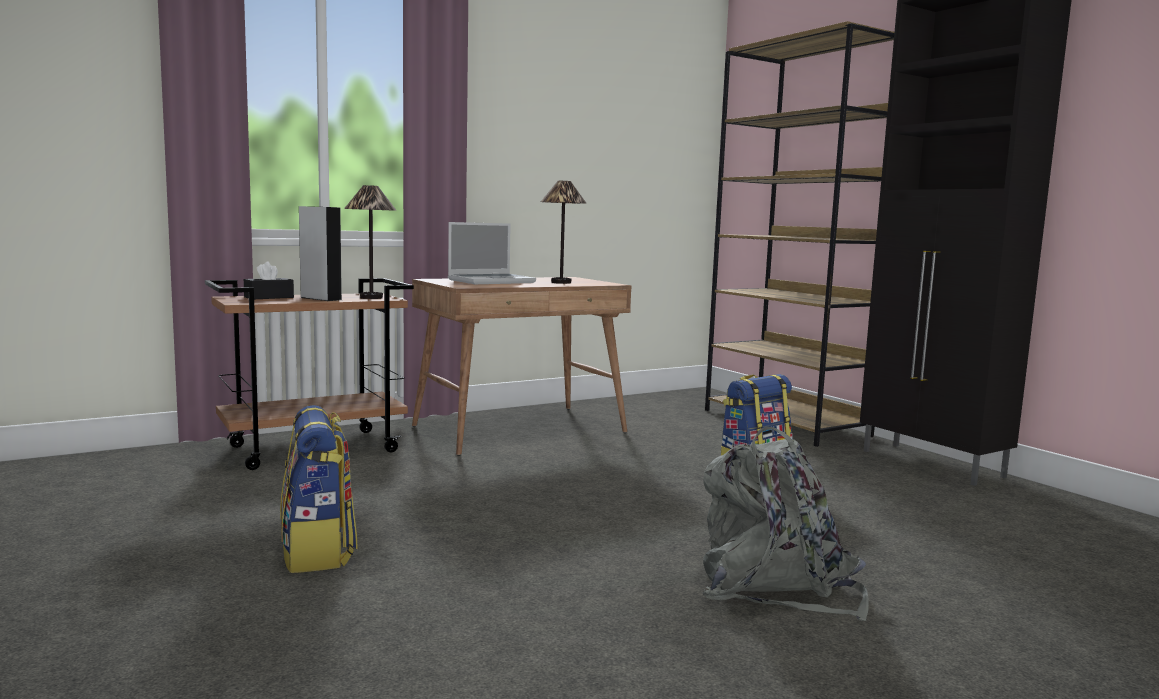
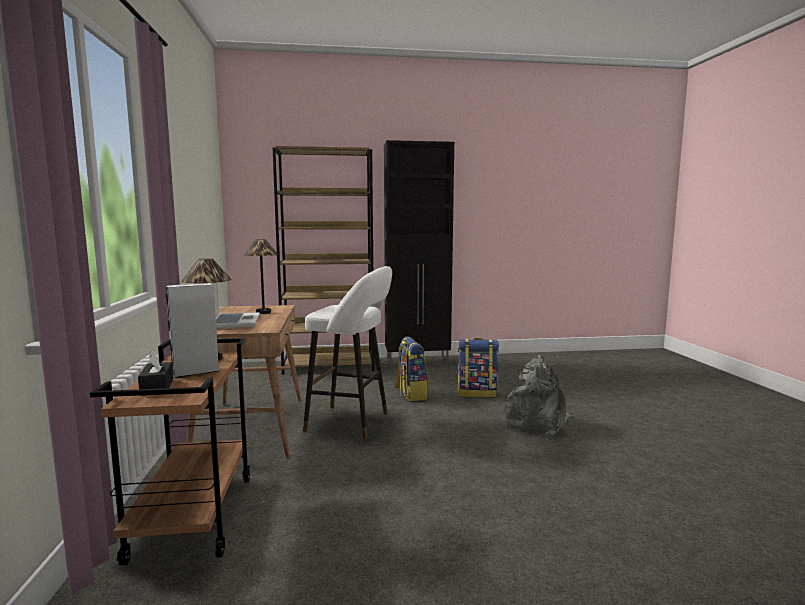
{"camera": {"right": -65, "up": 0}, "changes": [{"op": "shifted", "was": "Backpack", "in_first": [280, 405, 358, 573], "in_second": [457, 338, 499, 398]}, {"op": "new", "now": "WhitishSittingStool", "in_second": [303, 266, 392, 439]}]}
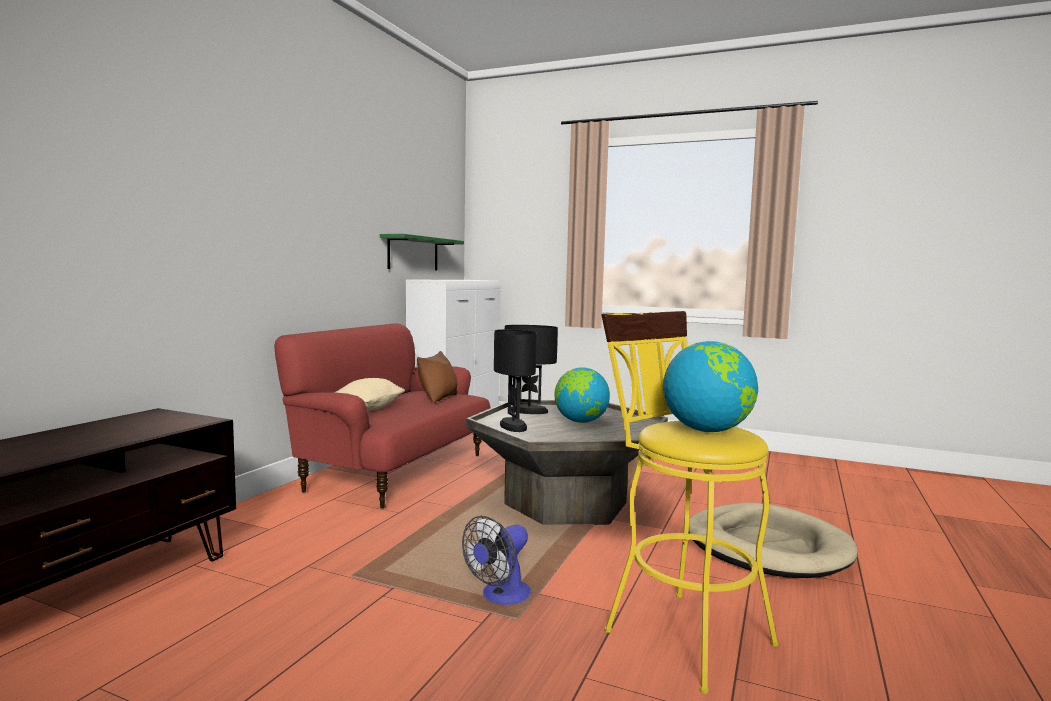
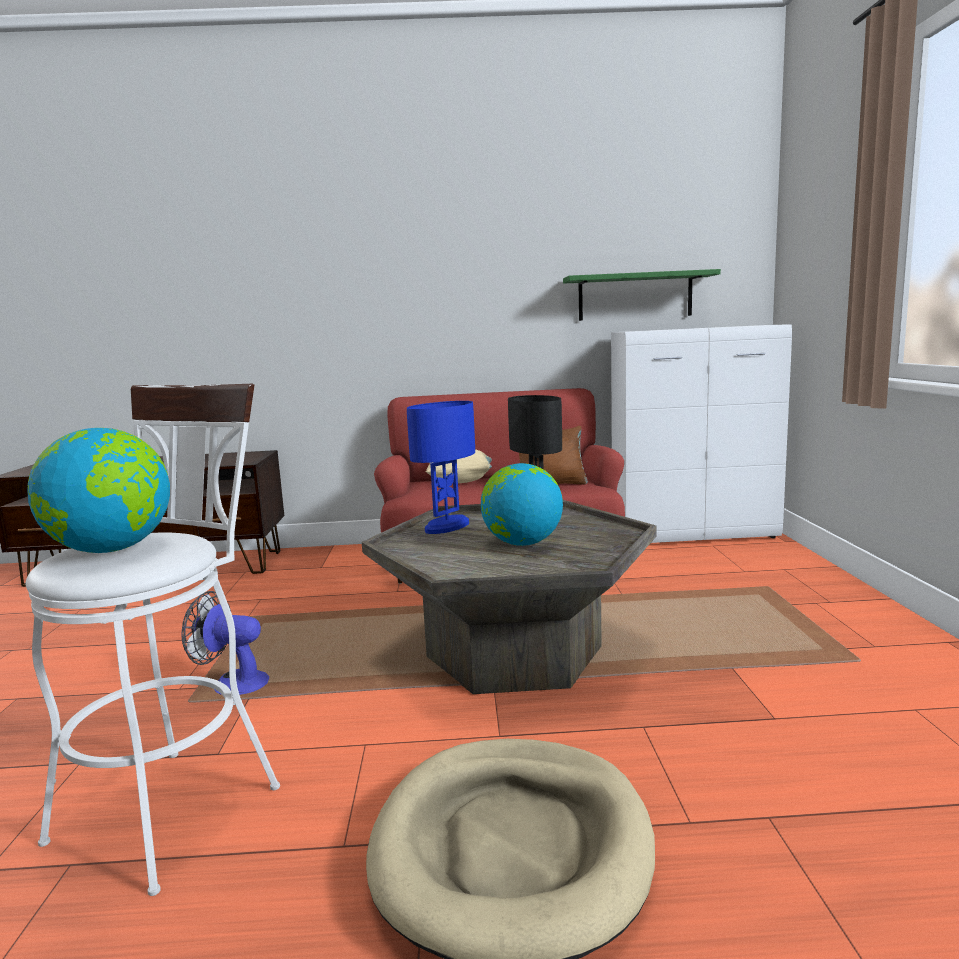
{"camera": {"right": 65, "up": 5}, "changes": [{"op": "repainted", "was": "BlackishTableLamp", "now": "BlueTableLamp", "in_first": [494, 329, 537, 432], "in_second": [407, 401, 475, 534]}, {"op": "repainted", "was": "YellowColouredSittingStool", "now": "WhitishSittingStool", "in_first": [601, 311, 779, 694], "in_second": [26, 384, 280, 896]}]}
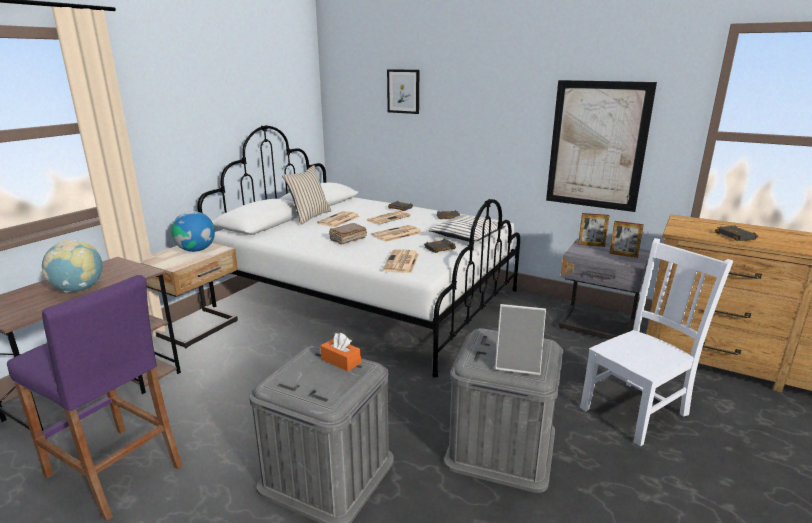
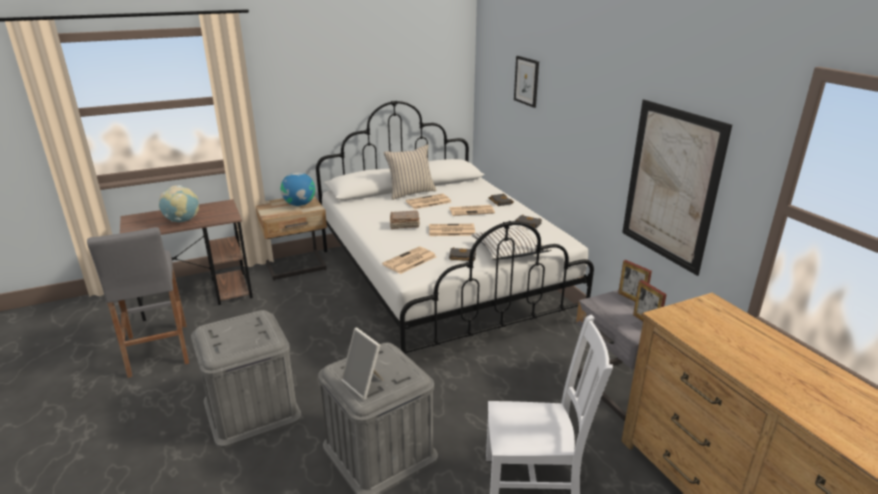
{"camera": {"right": 35, "up": 5}, "changes": [{"op": "repainted", "was": "PurplishSittingStool", "now": "GraySittingStool", "in_first": [7, 275, 183, 521], "in_second": [87, 227, 189, 378]}, {"op": "gone", "was": "OrangeyBoxOfTissues", "in_first": [320, 333, 361, 371]}, {"op": "gone", "was": "BlackishBook", "in_first": [715, 225, 758, 241]}]}
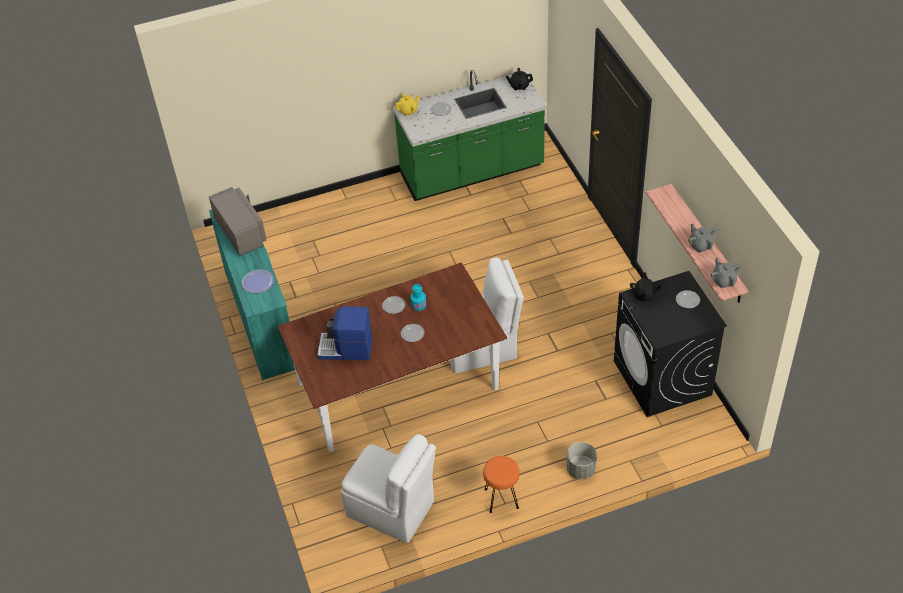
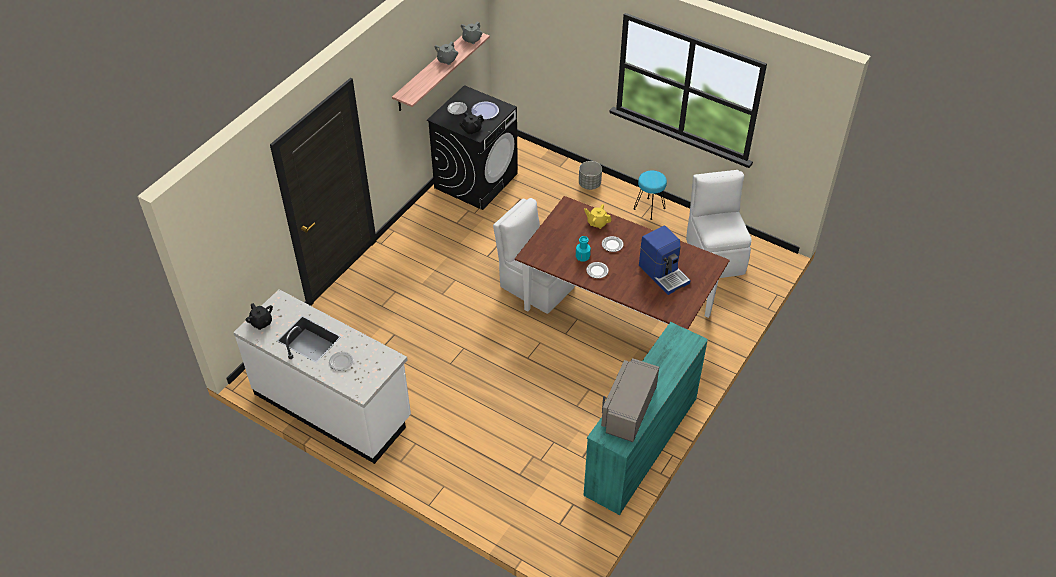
{"camera": {"right": -130, "up": 0}, "changes": [{"op": "shifted", "was": "DinnerPlate", "in_first": [242, 269, 274, 294], "in_second": [471, 102, 499, 119]}, {"op": "repainted", "was": "GreenishKitchenCounter", "now": "WhitishKitchenCounter", "in_first": [393, 70, 547, 201], "in_second": [233, 289, 411, 464]}, {"op": "shifted", "was": "YellowColouredTeaPot", "in_first": [395, 93, 420, 116], "in_second": [584, 204, 612, 229]}, {"op": "repainted", "was": "OrangeySittingStool", "now": "BlueGreenSittingStool", "in_first": [483, 456, 520, 513], "in_second": [634, 170, 667, 220]}]}
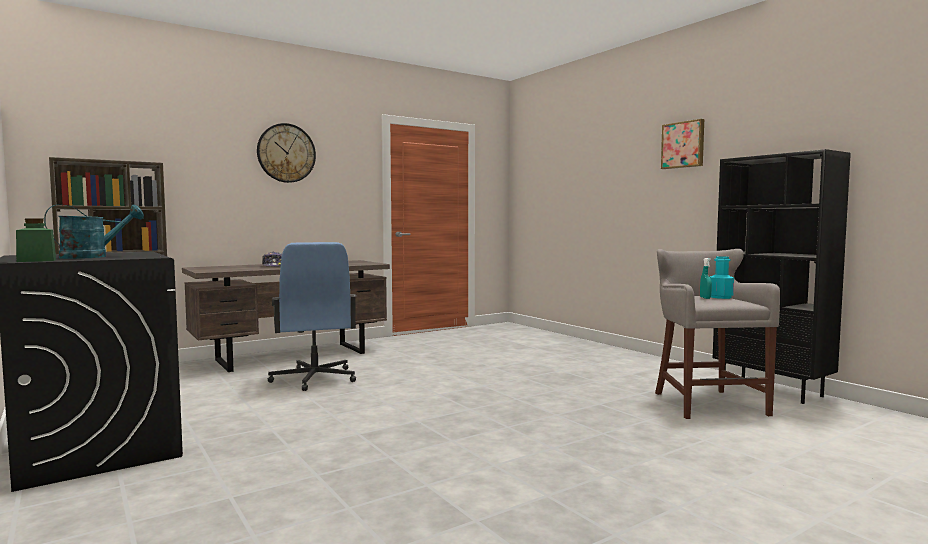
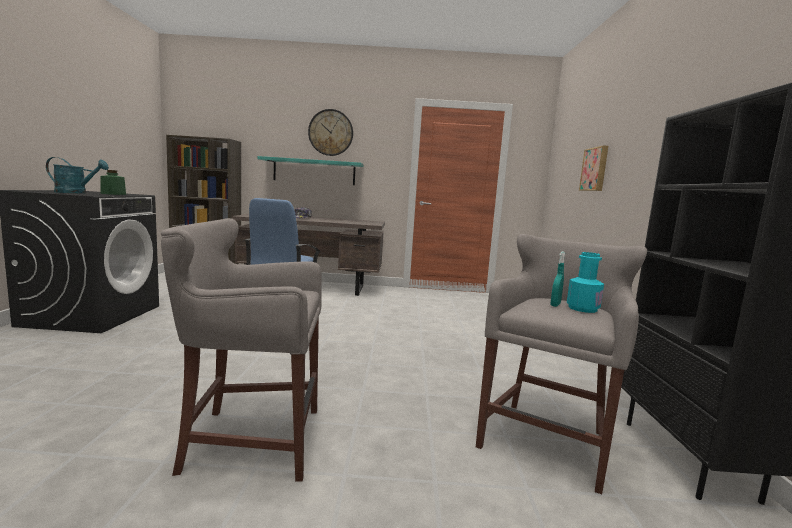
{"camera": {"right": 35, "up": 5}, "changes": [{"op": "shifted", "was": "GreenishPreserveJar", "in_first": [16, 219, 56, 262], "in_second": [100, 170, 126, 195]}, {"op": "shifted", "was": "WallArt", "in_first": [661, 119, 704, 169], "in_second": [579, 146, 608, 191]}, {"op": "new", "now": "GraySittingStool", "in_second": [161, 218, 322, 482]}, {"op": "new", "now": "BlueGreenShelf", "in_second": [257, 156, 364, 185]}]}
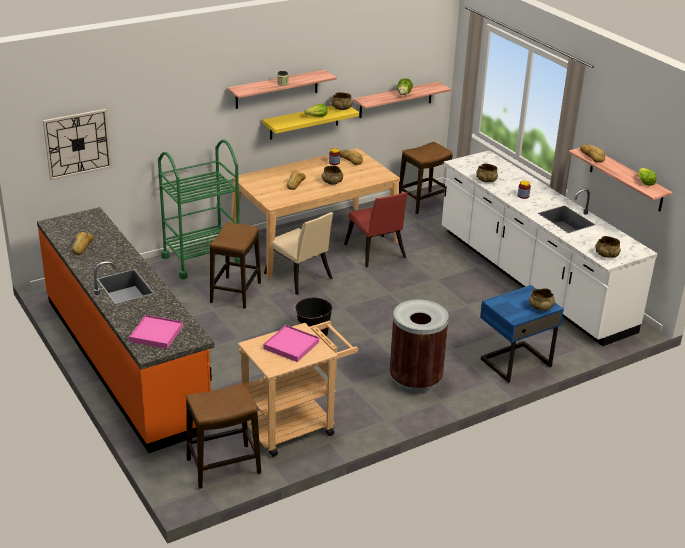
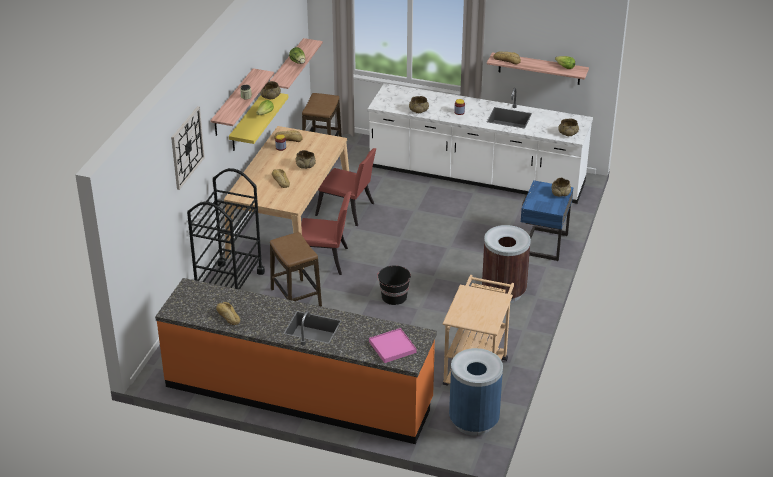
{"camera": {"right": -40, "up": 5}, "changes": [{"op": "shifted", "was": "HangingClock", "in_first": [43, 109, 112, 180], "in_second": [171, 106, 205, 190]}, {"op": "repainted", "was": "GreenishWheeledCart", "now": "BlackishWheeledCart", "in_first": [158, 140, 240, 279], "in_second": [187, 168, 265, 290]}, {"op": "swapped", "was": "SittingStool", "now": "BlueWasteBin", "in_first": [186, 383, 261, 489], "in_second": [449, 348, 503, 436]}, {"op": "gone", "was": "PinkColouredCarryingTray", "in_first": [263, 325, 319, 362]}, {"op": "repainted", "was": "BeigeUprightChair", "now": "RedColouredUprightChair", "in_first": [264, 212, 333, 295], "in_second": [301, 191, 352, 275]}]}
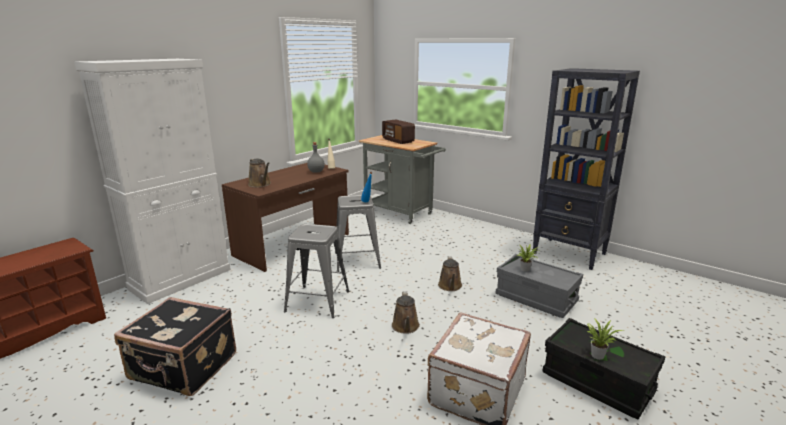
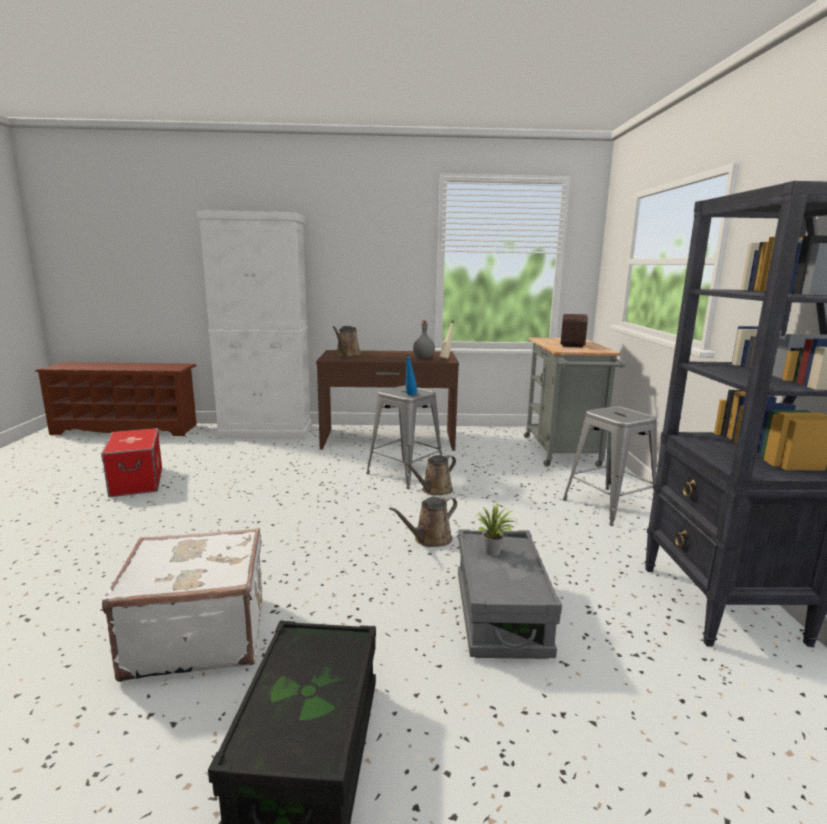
{"camera": {"right": 50, "up": -5}, "changes": [{"op": "swapped", "was": "BlackishTravelCase", "now": "StorageBox", "in_first": [114, 297, 236, 396], "in_second": [101, 428, 162, 497]}, {"op": "shifted", "was": "GraySittingStool", "in_first": [284, 224, 349, 318], "in_second": [563, 406, 657, 526]}, {"op": "shifted", "was": "BrownishWateringPot", "in_first": [392, 291, 420, 334], "in_second": [404, 455, 456, 496]}, {"op": "gone", "was": "PottedPlant", "in_first": [587, 318, 623, 360]}]}
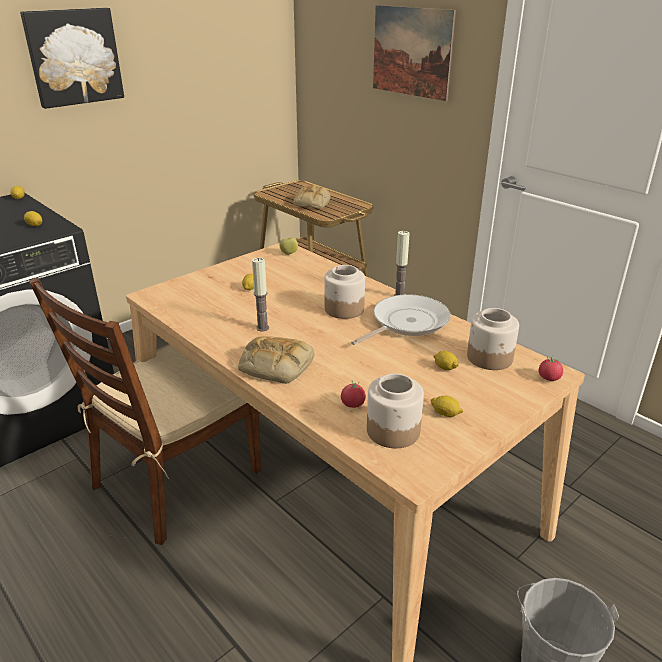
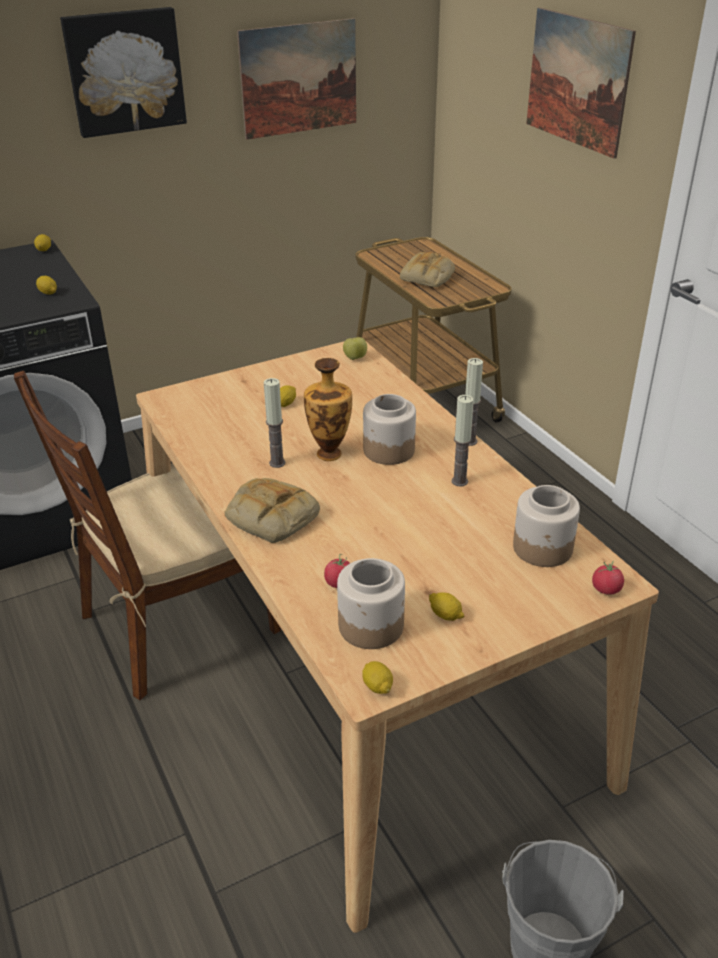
{"camera": {"right": 15, "up": 5}, "changes": [{"op": "swapped", "was": "FryingPan", "now": "WaxCandle", "in_first": [351, 294, 451, 345], "in_second": [452, 395, 474, 487]}, {"op": "shifted", "was": "CitrusFruit", "in_first": [434, 351, 459, 370], "in_second": [362, 661, 393, 694]}, {"op": "new", "now": "WallArt", "in_second": [237, 18, 356, 140]}, {"op": "new", "now": "DecorativeVase", "in_second": [304, 358, 352, 461]}]}
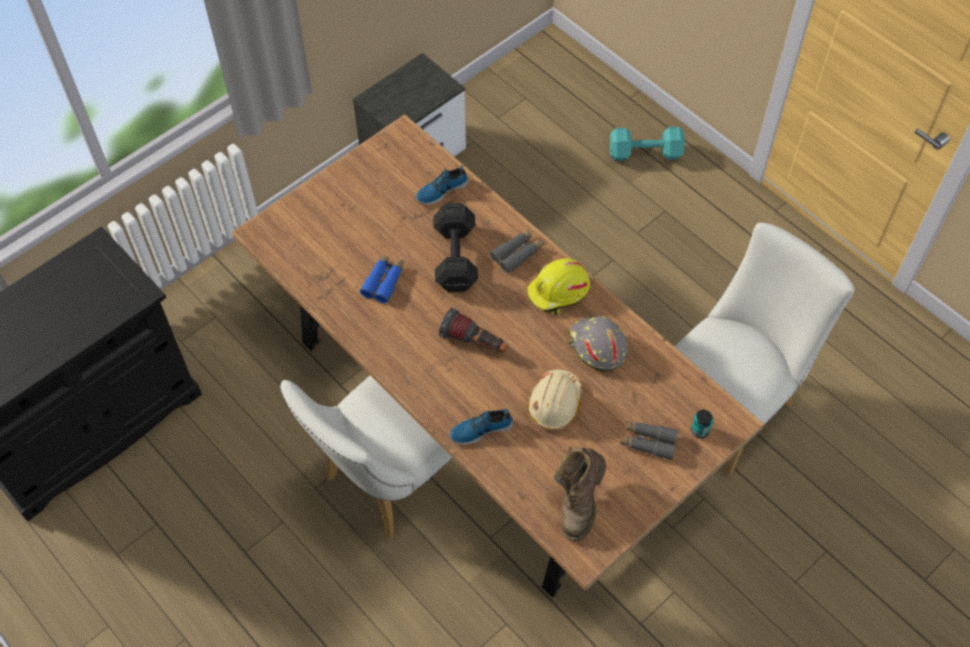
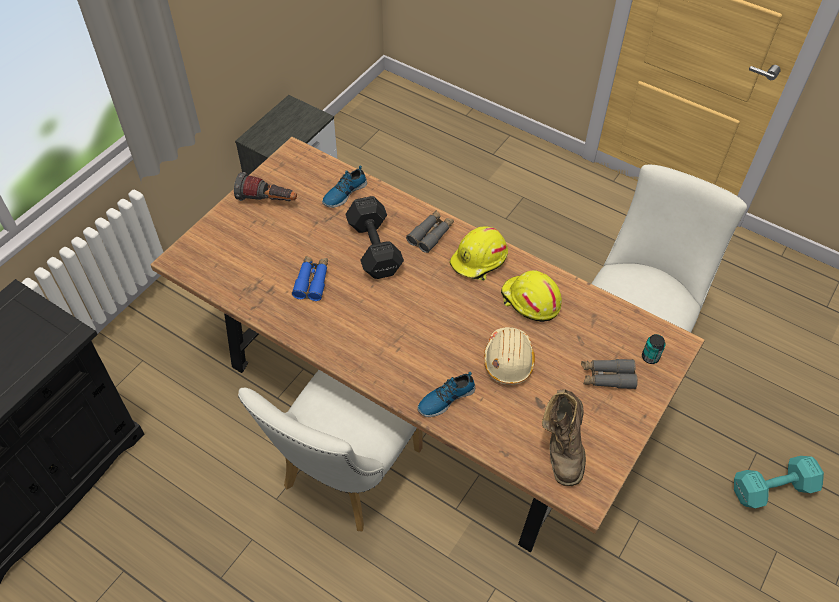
{"camera": {"right": -15, "up": -5}, "changes": [{"op": "shifted", "was": "Flashlight", "in_first": [439, 308, 508, 352], "in_second": [234, 172, 297, 201]}, {"op": "repainted", "was": "GrayWorkHelmet", "now": "YellowColouredWorkHelmet", "in_first": [568, 316, 627, 371], "in_second": [501, 270, 562, 322]}, {"op": "shifted", "was": "BlueGreenDumbbell", "in_first": [610, 127, 685, 161], "in_second": [734, 456, 824, 508]}]}
